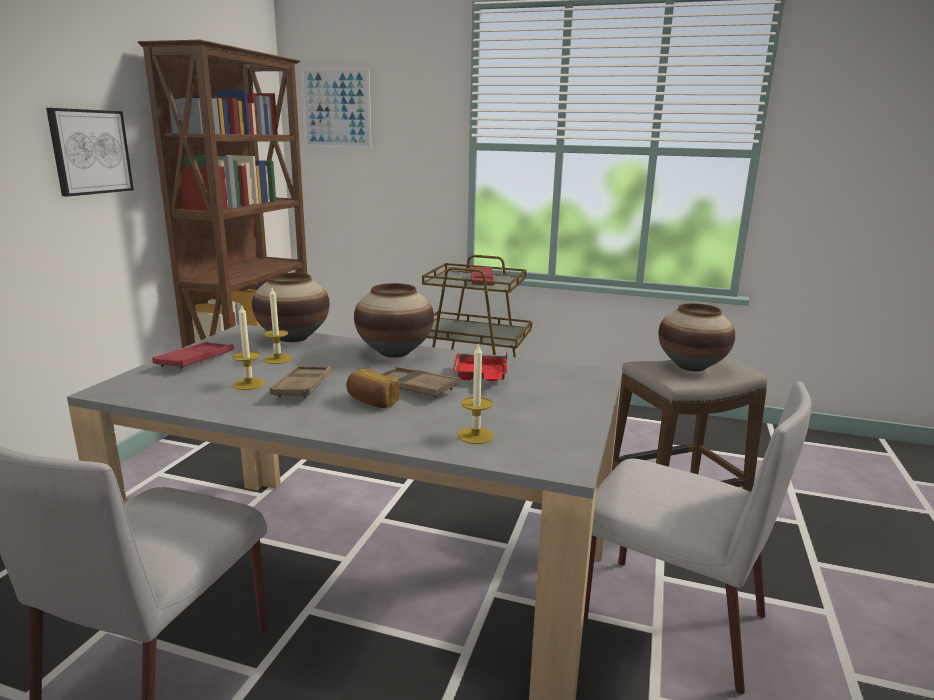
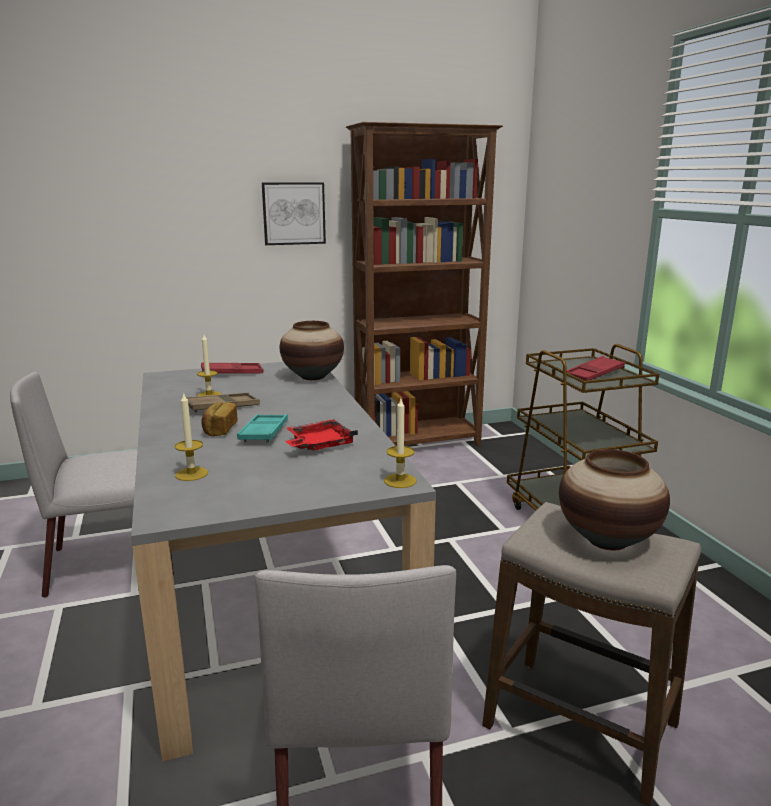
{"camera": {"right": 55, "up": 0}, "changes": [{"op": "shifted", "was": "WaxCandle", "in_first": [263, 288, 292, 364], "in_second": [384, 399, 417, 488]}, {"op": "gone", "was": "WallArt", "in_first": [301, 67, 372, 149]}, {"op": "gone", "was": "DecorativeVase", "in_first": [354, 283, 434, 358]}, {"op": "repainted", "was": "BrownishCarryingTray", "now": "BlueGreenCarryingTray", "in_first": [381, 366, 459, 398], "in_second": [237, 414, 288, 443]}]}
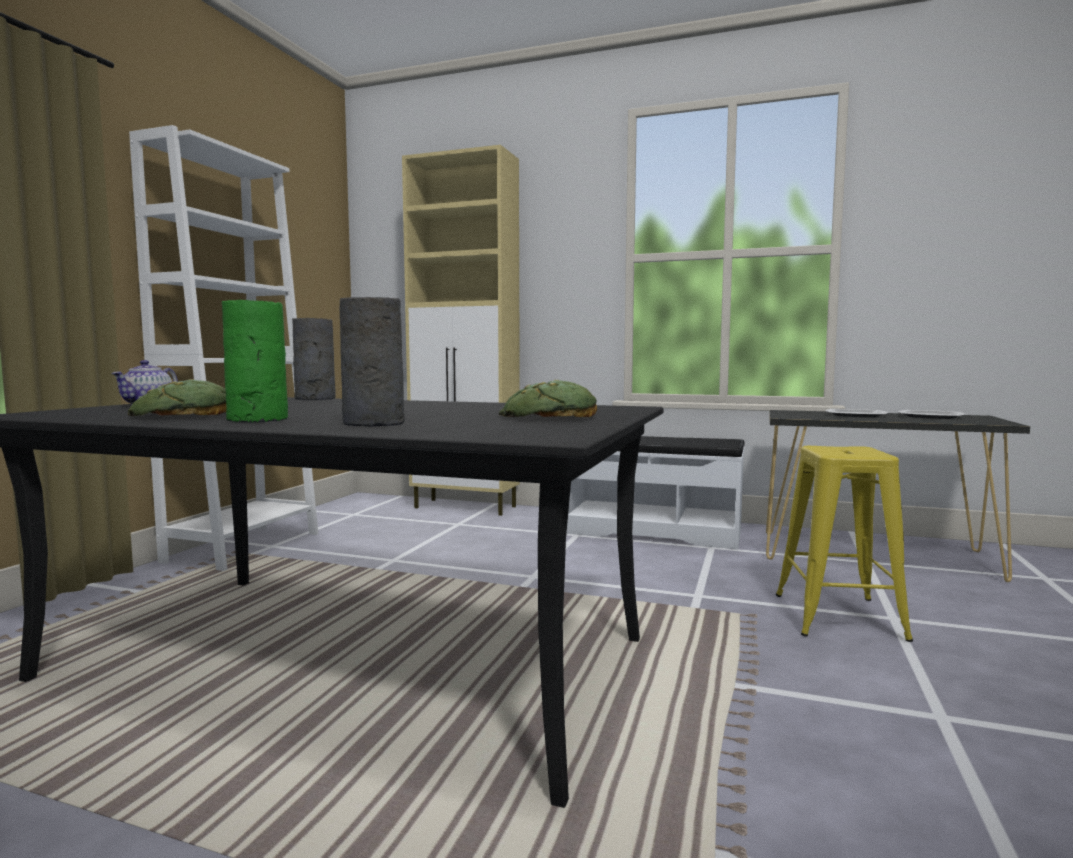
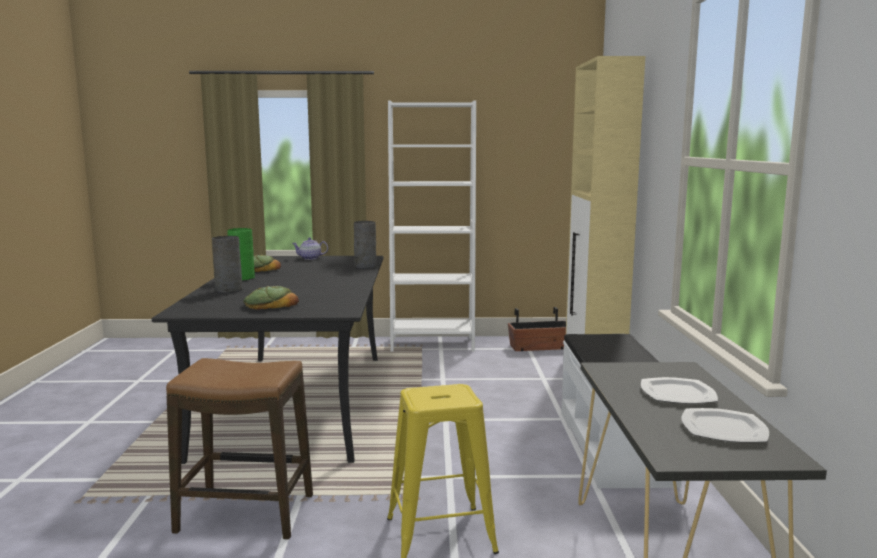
{"camera": {"right": 70, "up": 5}, "changes": [{"op": "new", "now": "SittingStool", "in_second": [166, 358, 313, 540]}, {"op": "new", "now": "PlantPot", "in_second": [508, 307, 566, 351]}]}
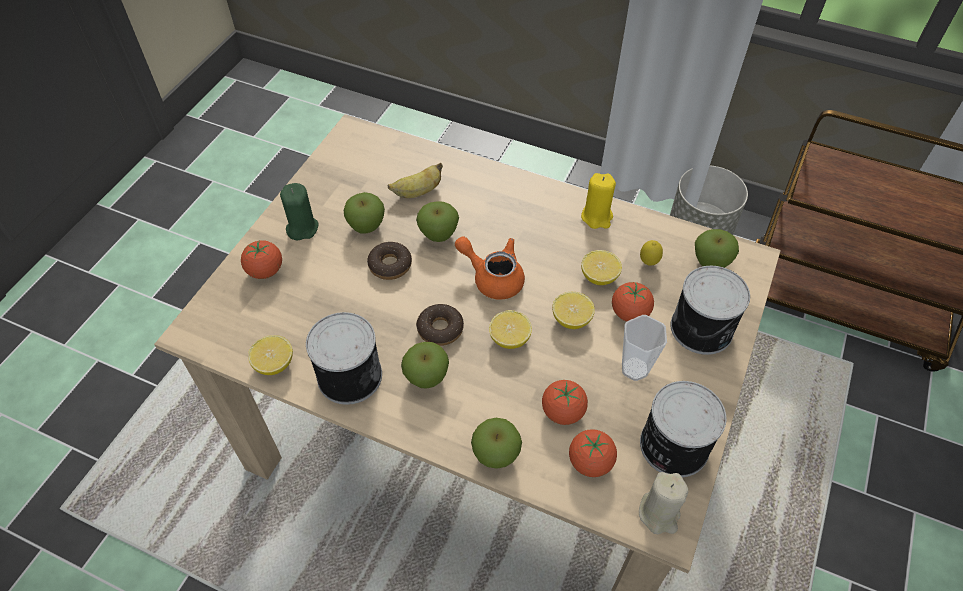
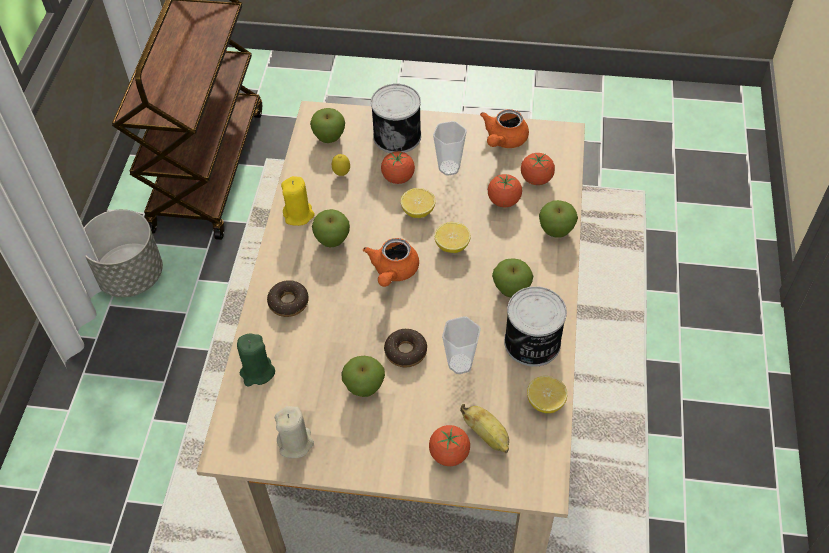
{"camera": {"right": -105, "up": 0}, "changes": [{"op": "shifted", "was": "GreenishWaxCandle", "in_first": [280, 183, 318, 240], "in_second": [237, 334, 275, 386]}, {"op": "shifted", "was": "BananaFruit", "in_first": [388, 163, 443, 198], "in_second": [460, 404, 509, 453]}, {"op": "shifted", "was": "WholeApple", "in_first": [416, 201, 459, 242], "in_second": [312, 209, 350, 248]}, {"op": "shifted", "was": "RingDoughnut", "in_first": [416, 304, 464, 346], "in_second": [267, 280, 309, 317]}, {"op": "gone", "was": "CitrusFruit", "in_first": [581, 250, 622, 285]}, {"op": "shifted", "was": "BeigeWaxCandle", "in_first": [639, 472, 688, 535], "in_second": [275, 406, 314, 458]}, {"op": "swapped", "was": "MetalCan", "now": "OrangeyTeaPot", "in_first": [640, 381, 726, 477], "in_second": [480, 109, 529, 148]}, {"op": "new", "now": "DrinkingCup", "in_second": [442, 316, 481, 374]}]}
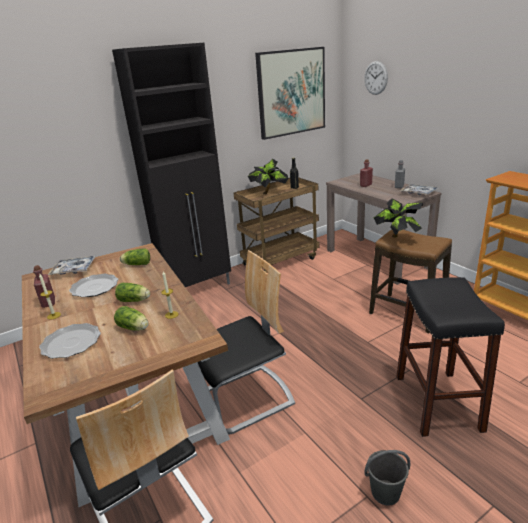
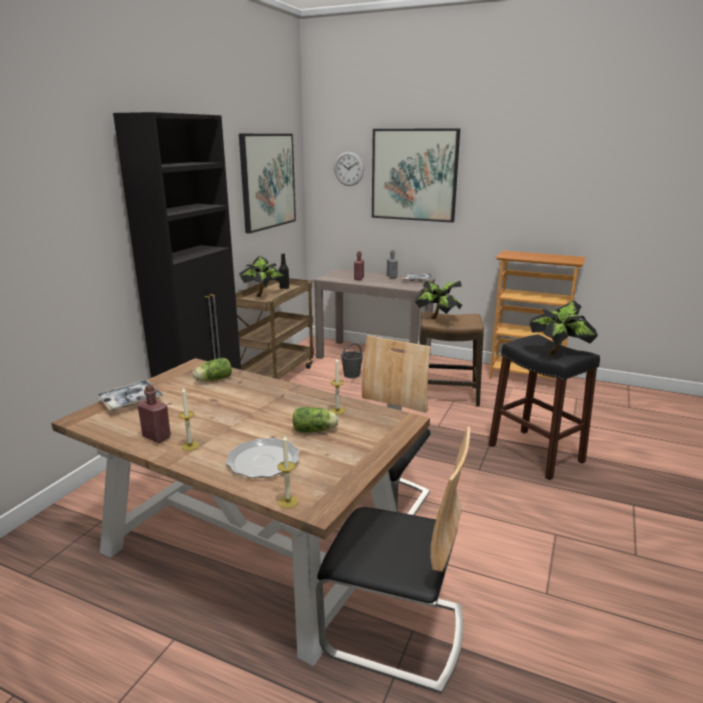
{"camera": {"right": -35, "up": -5}, "changes": [{"op": "gone", "was": "DinnerPlate", "in_first": [69, 274, 118, 297]}, {"op": "gone", "was": "HeadOfLettuce", "in_first": [115, 283, 150, 302]}, {"op": "shifted", "was": "GrayBucket", "in_first": [365, 450, 410, 506], "in_second": [341, 343, 363, 378]}, {"op": "new", "now": "WaxCandle", "in_second": [277, 435, 298, 508]}, {"op": "new", "now": "WallArt", "in_second": [372, 128, 460, 223]}, {"op": "new", "now": "PottedPlant", "in_second": [529, 300, 598, 355]}]}
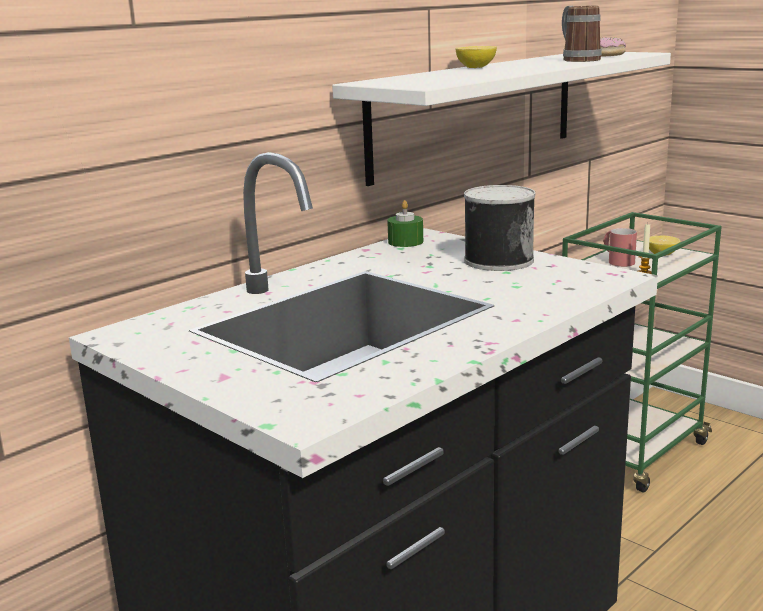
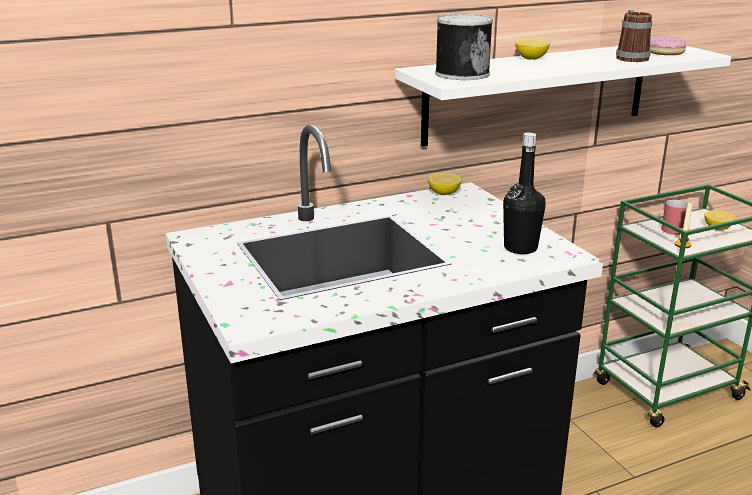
{"camera": {"right": 20, "up": 5}, "changes": [{"op": "swapped", "was": "GreenishWaxCandle", "now": "CitrusFruit", "in_first": [387, 200, 423, 247], "in_second": [428, 173, 462, 195]}, {"op": "shifted", "was": "MetalCan", "in_first": [464, 185, 535, 271], "in_second": [435, 14, 493, 80]}, {"op": "new", "now": "BlackishBeverageBottle", "in_second": [503, 133, 546, 254]}]}
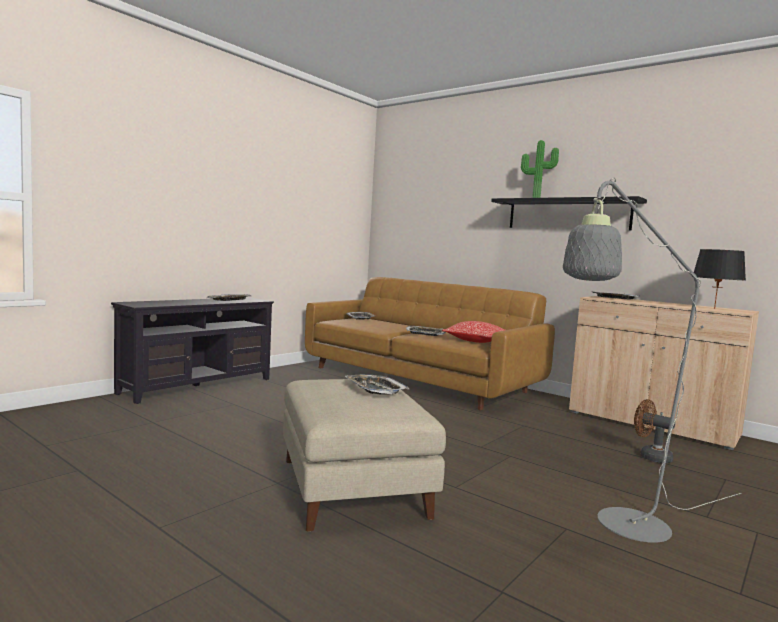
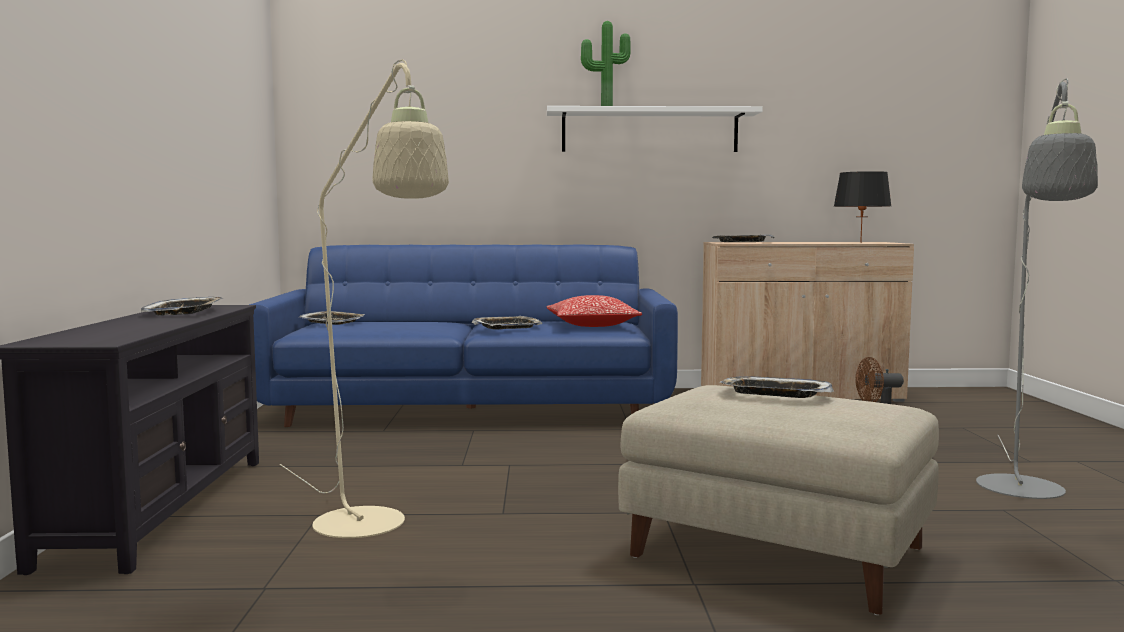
{"camera": {"right": -40, "up": 0}, "changes": [{"op": "repainted", "was": "BrownishSettee", "now": "BlueSettee", "in_first": [305, 277, 555, 410], "in_second": [249, 244, 678, 427]}, {"op": "repainted", "was": "BlackishShelf", "now": "WhitishShelf", "in_first": [491, 196, 647, 230], "in_second": [547, 106, 762, 152]}, {"op": "new", "now": "BeigeFloorLamp", "in_second": [280, 59, 449, 538]}]}
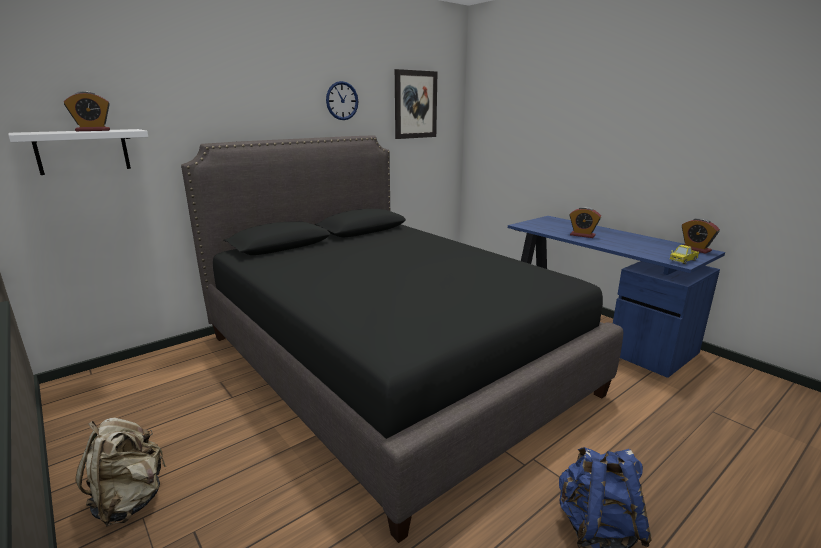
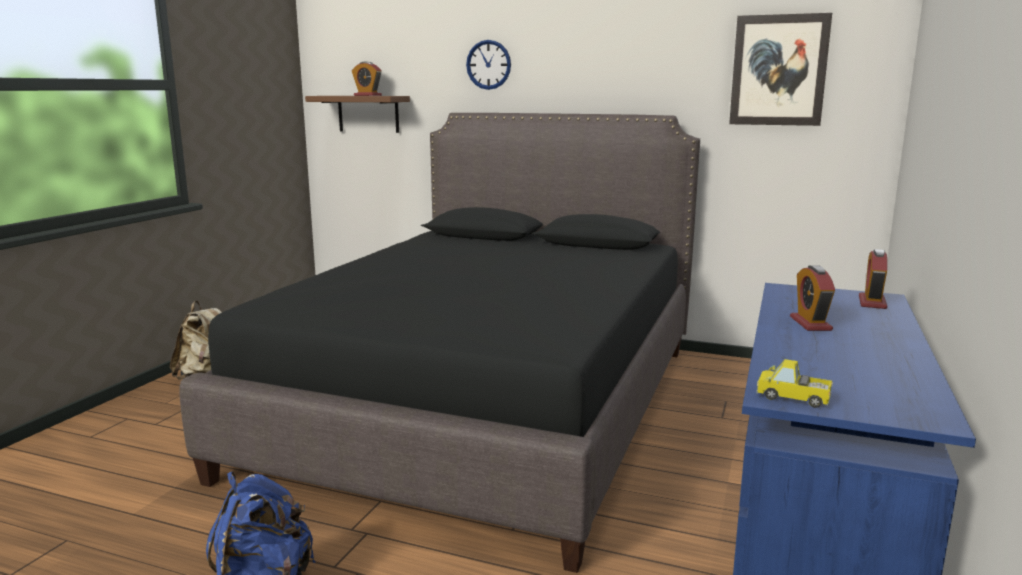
{"camera": {"right": 60, "up": -5}, "changes": [{"op": "repainted", "was": "WhitishShelf", "now": "BrownishShelf", "in_first": [8, 129, 148, 175], "in_second": [305, 96, 410, 133]}, {"op": "shifted", "was": "HangingClock", "in_first": [326, 81, 358, 120], "in_second": [466, 40, 511, 90]}, {"op": "shifted", "was": "TableClock", "in_first": [682, 218, 720, 254], "in_second": [859, 249, 887, 309]}]}
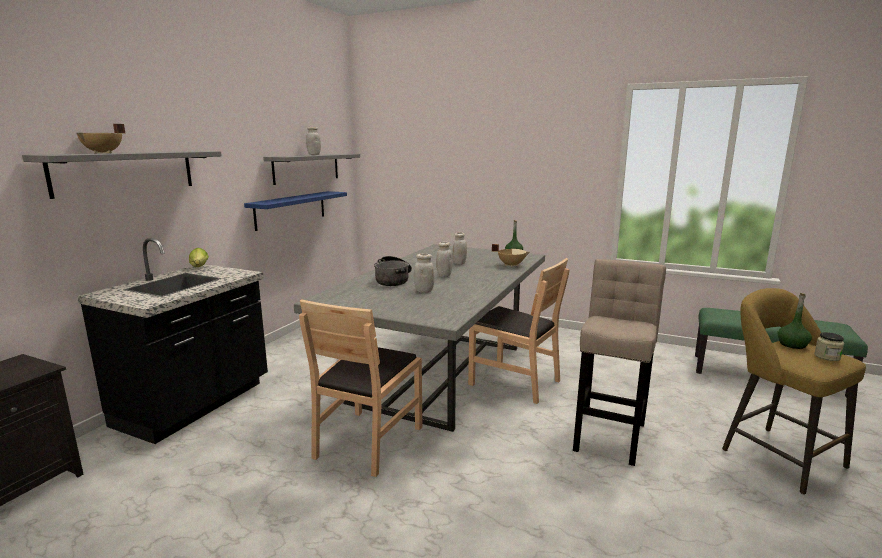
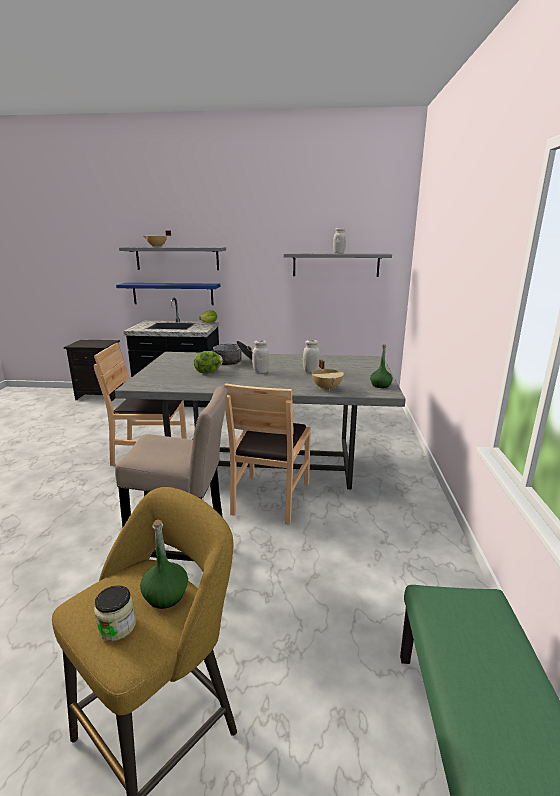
{"camera": {"right": 70, "up": 5}, "changes": [{"op": "shifted", "was": "BlueShelf", "in_first": [244, 191, 347, 231], "in_second": [116, 283, 220, 305]}, {"op": "swapped", "was": "WhitishPreserveJar", "now": "HeadOfLettuce", "in_first": [414, 254, 434, 293], "in_second": [193, 351, 223, 373]}]}
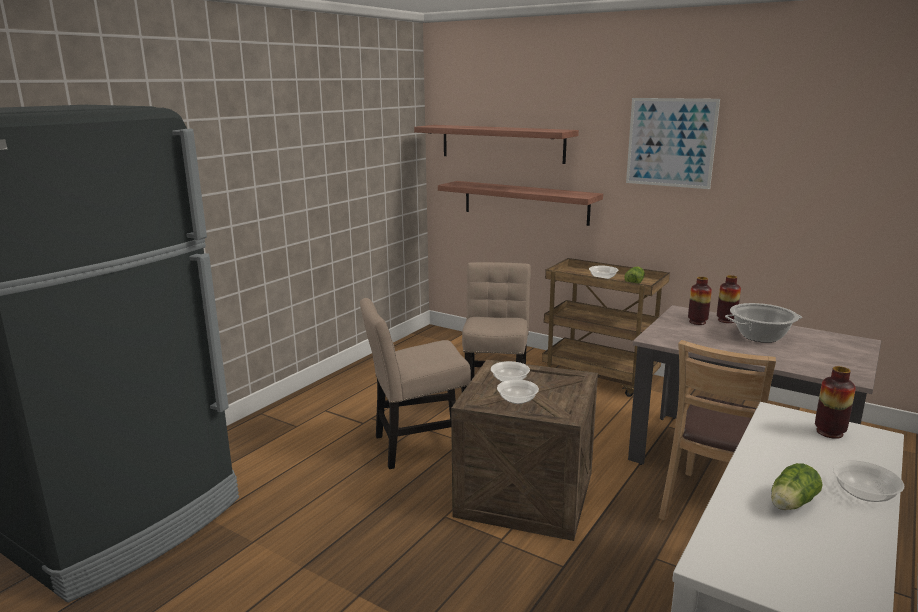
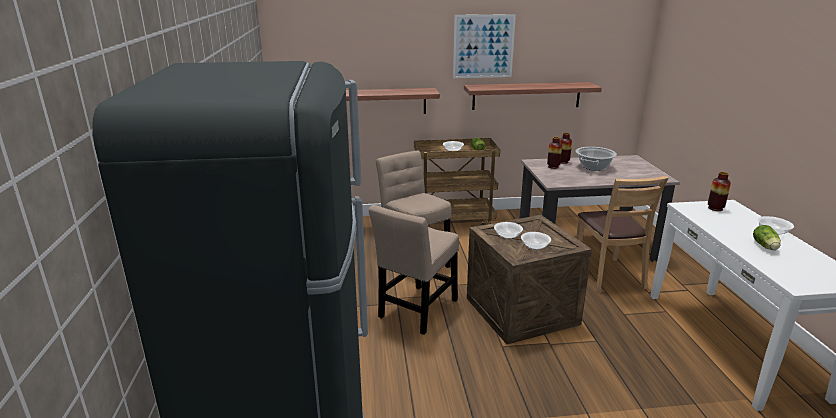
{"camera": {"right": -40, "up": 5}, "changes": [{"op": "shifted", "was": "Shelf", "in_first": [414, 125, 579, 164], "in_second": [464, 82, 602, 110]}]}
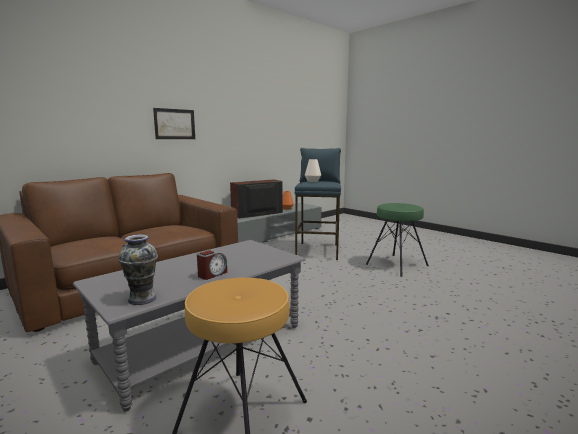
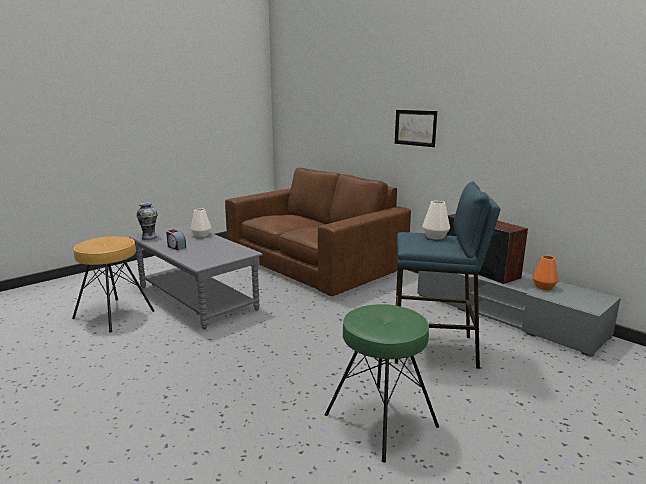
{"camera": {"right": 90, "up": 5}, "changes": [{"op": "new", "now": "WhitishDecorativeVase", "in_second": [190, 209, 211, 237]}]}
